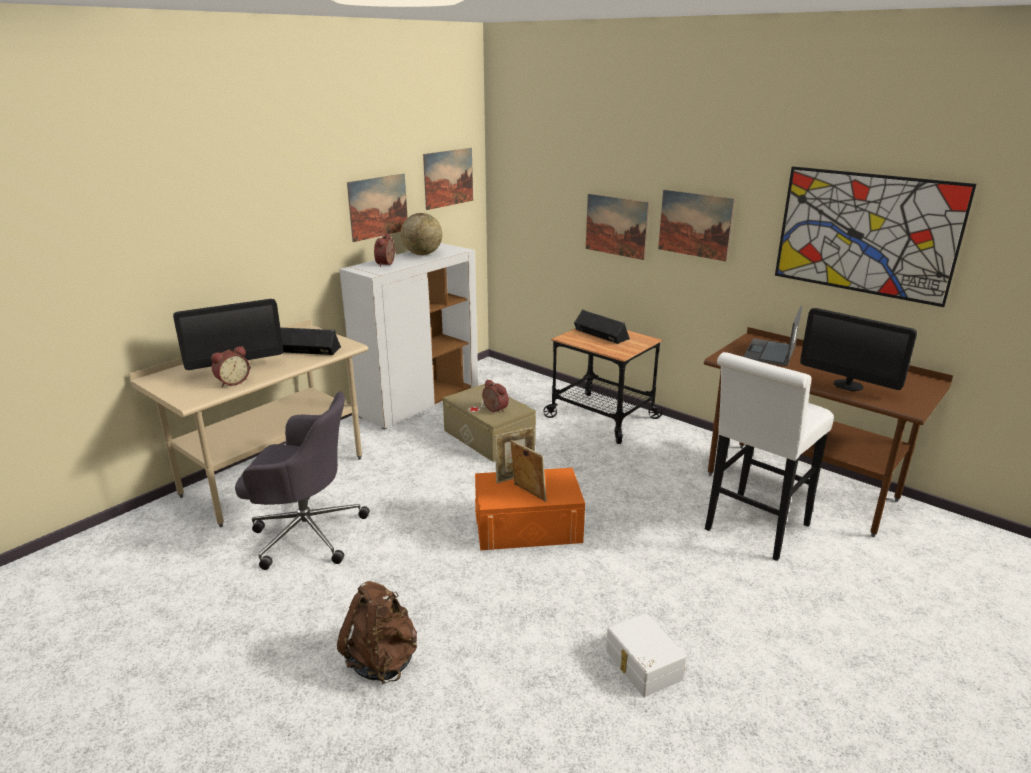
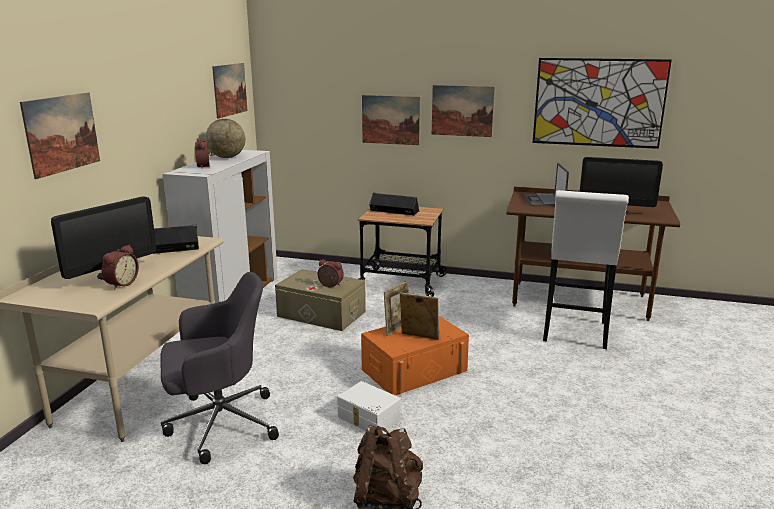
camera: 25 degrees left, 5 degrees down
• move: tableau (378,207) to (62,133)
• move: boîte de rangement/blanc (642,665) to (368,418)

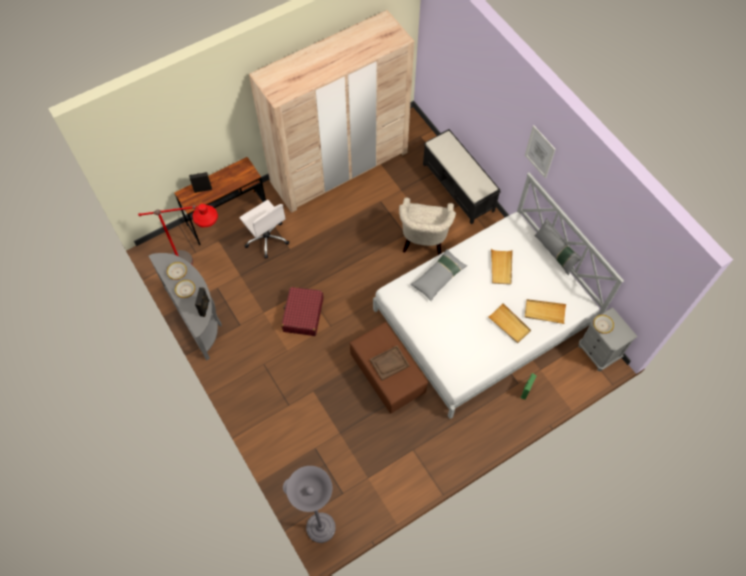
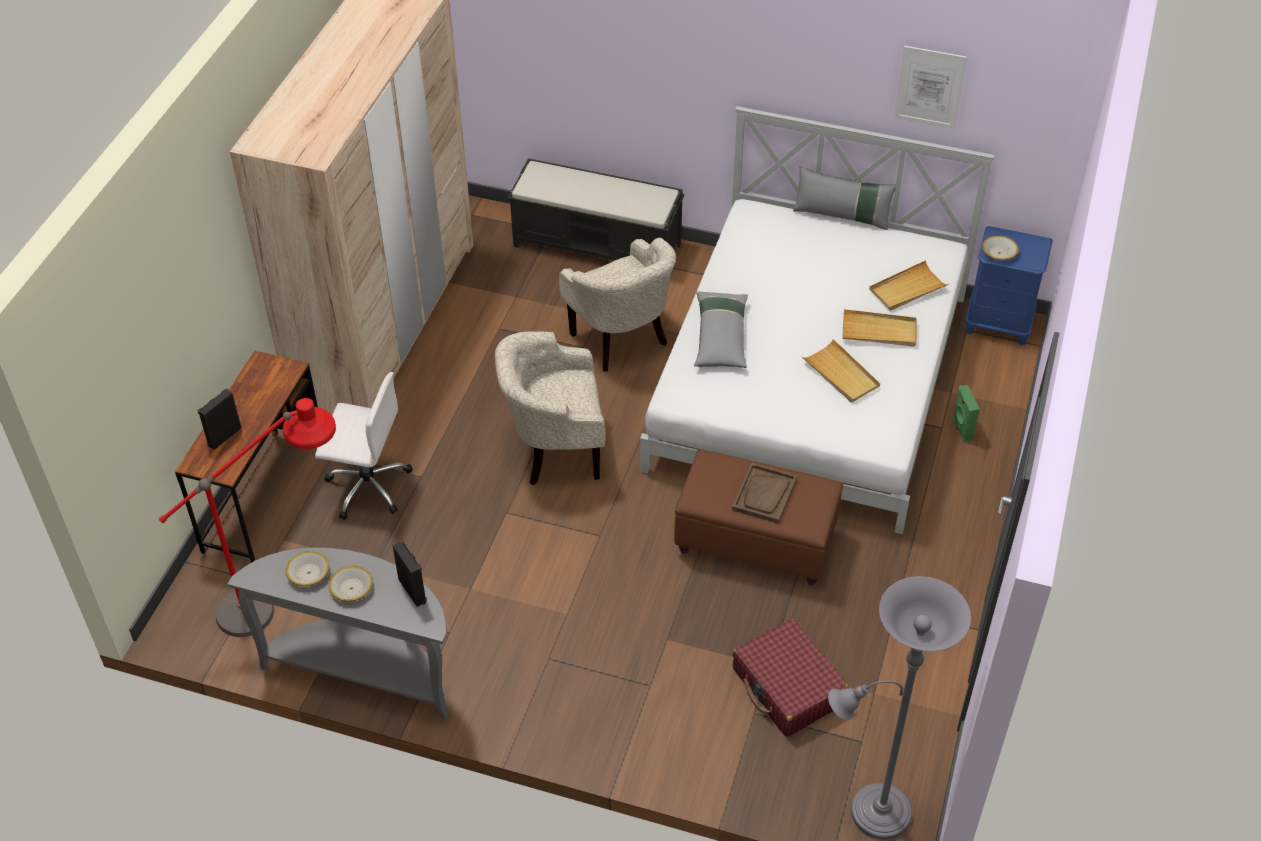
camera: 40 degrees left, 15 degrees down
• move: tableau (540,152) to (929,87)
• move: plateau/beige (501,267) to (841,374)
• move: valise/rouge (303,315) to (788,687)
• recolor: table de chevet/gris (598,352) to table de chevet/bleu (998,324)
• insert: fauteuil/beige (554,452)

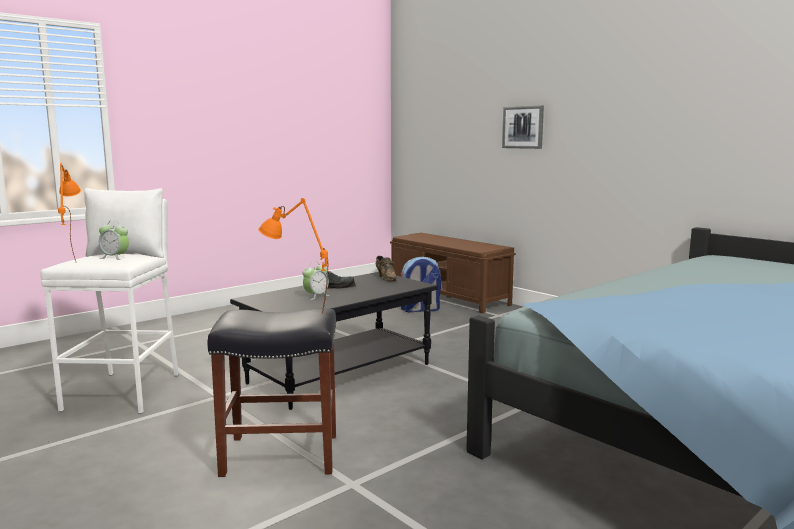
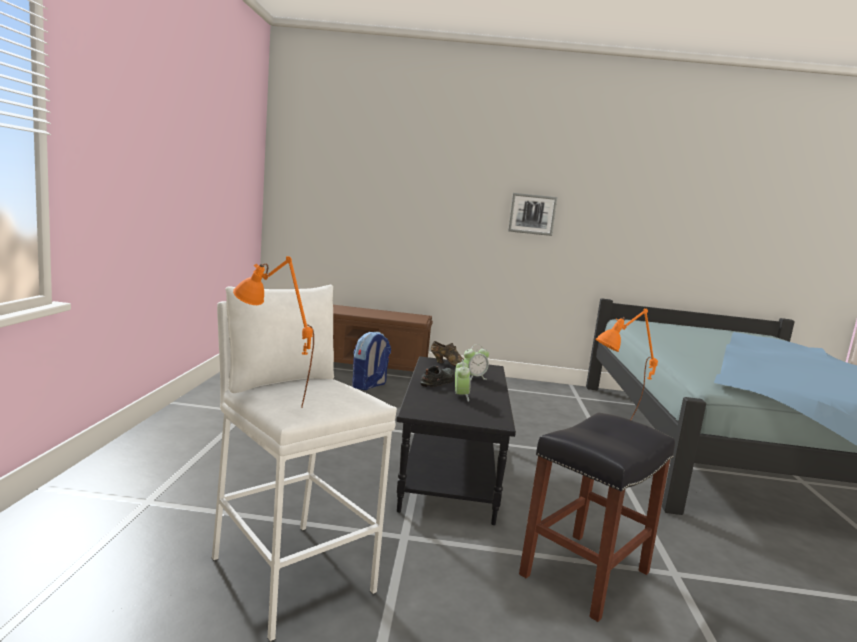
camera: 45 degrees left, 0 degrees up
• move: tableau (523,127) to (532,214)
• move: réveil (115,258) to (474,377)

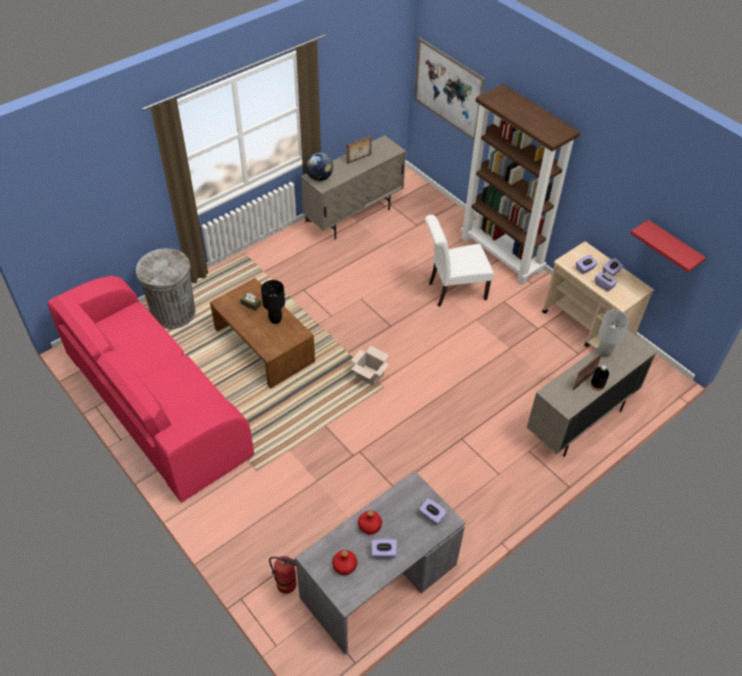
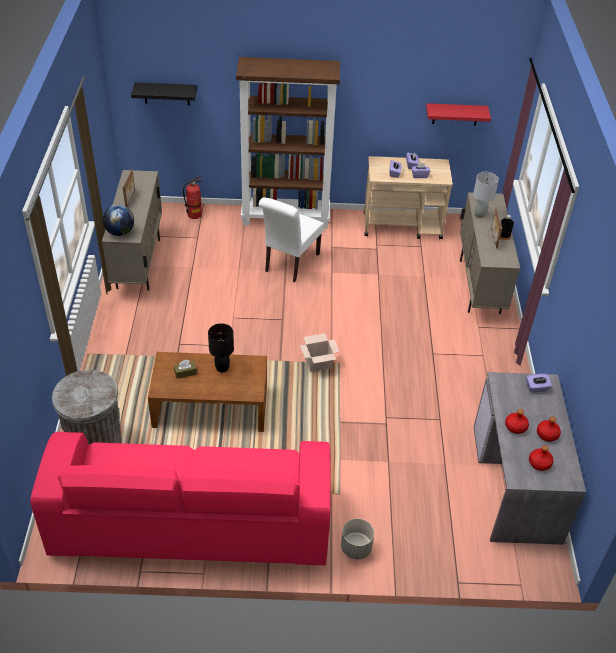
camera: 50 degrees left, 5 degrees down
• replace: tableau (448,89) to étagère/noir (166,93)
• replace: boîte à mouchoirs/violet (383,553) to bouteille/rouge (547,434)
• move: extincteur (287,584) to (194,215)
• insert: cache-pot/gris (356,548)

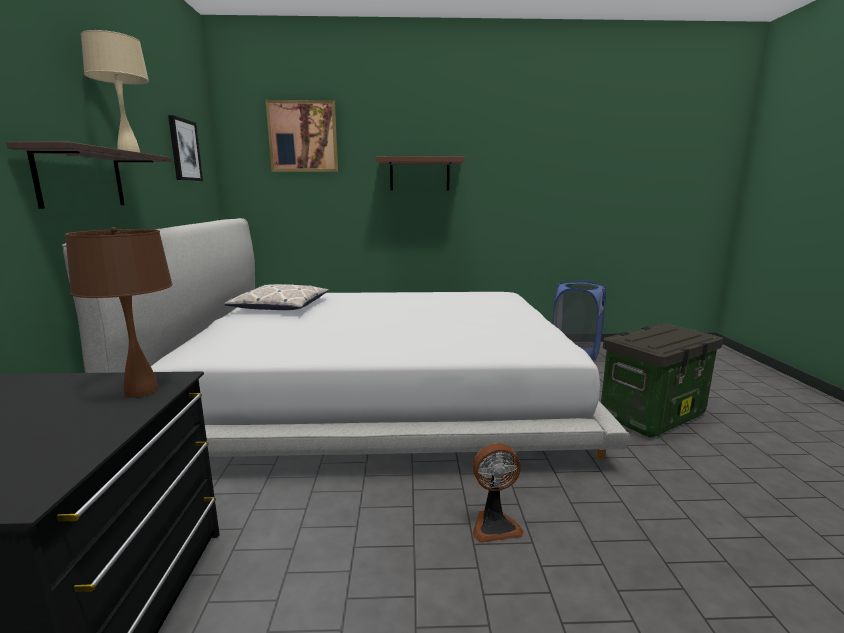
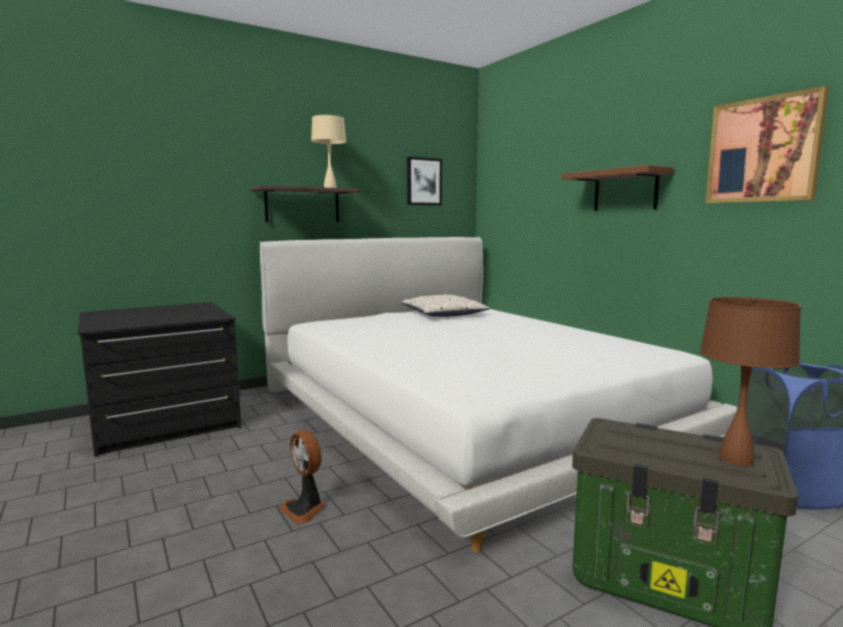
camera: 60 degrees right, 5 degrees down
• move: tableau (303,137) to (763,150)
• move: lampe de table/marron (141,391) to (735,459)

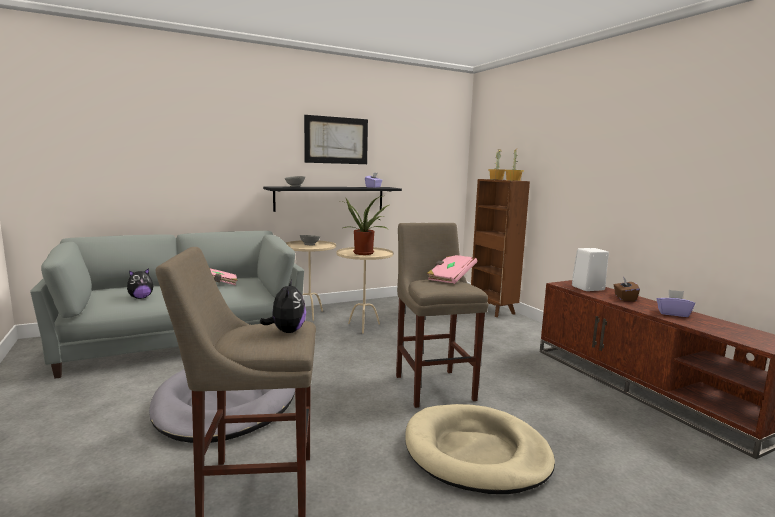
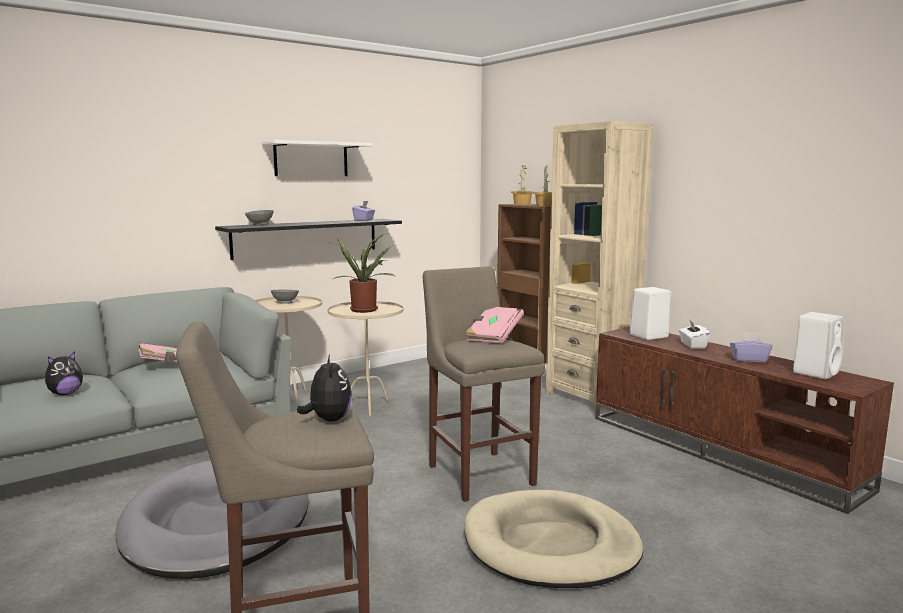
camera: 10 degrees left, 0 degrees up
• replace: tableau (336,140) to étagère/blanc (311,159)
• recolor: boîte à mouchoirs/marron (624,298) to boîte à mouchoirs/blanc (692,345)
• insert: bibliothèque/beige (590,395)
• insert: enceinte/blanc (815,372)

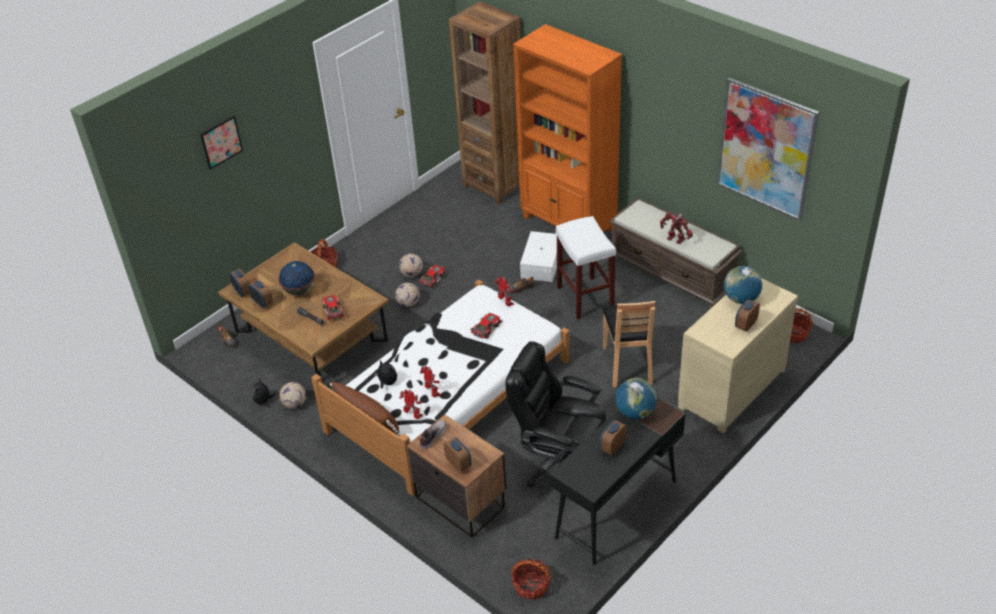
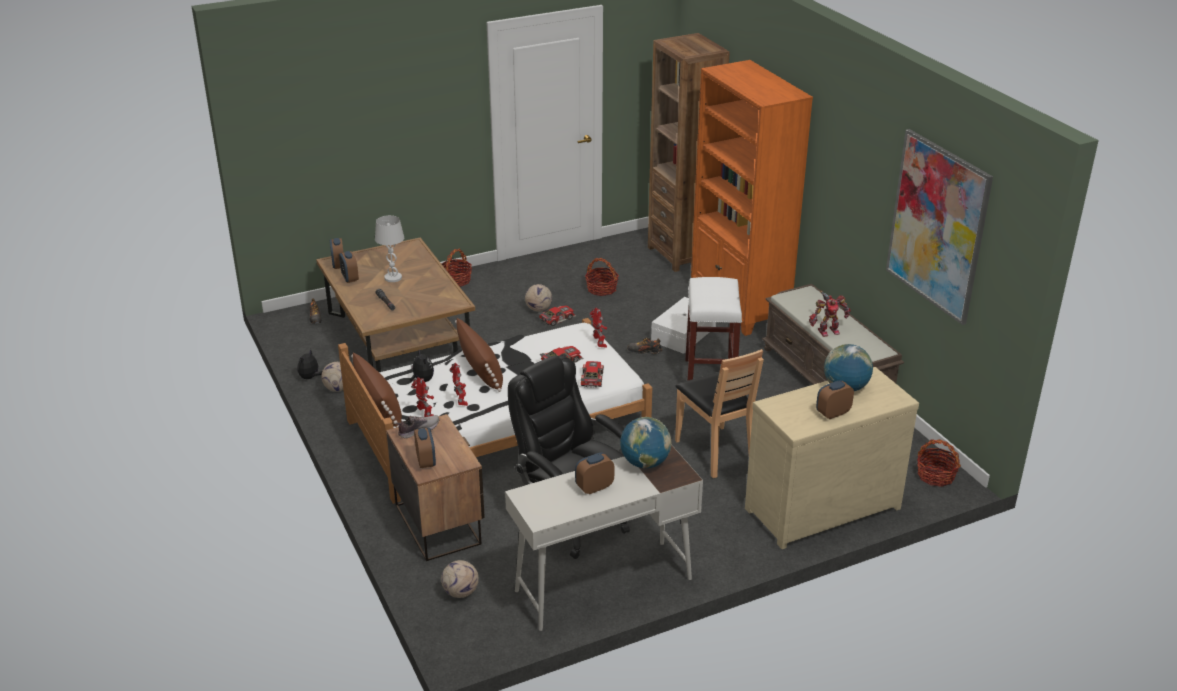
camera: 20 degrees right, 10 degrees down
• delete: tableau (221,142)
• rotate: robot jouet (675,239) = (827,331) 105 degrees clockwise
• replace: globe (299,291) to lampe de table/blanc (393,278)
• move: ballon de foot (408,303) to (461,592)
• move: petite voiture (332,311) to (591,378)
• rotate: chaise/marron (628,365) = (715,452) 45 degrees counterclockwise
• recolor: bureau/noir (616,509) to bureau/blanc (603,585)
• move: panier (531,585) to (601,289)
• insert: coussin/marron (480,369)

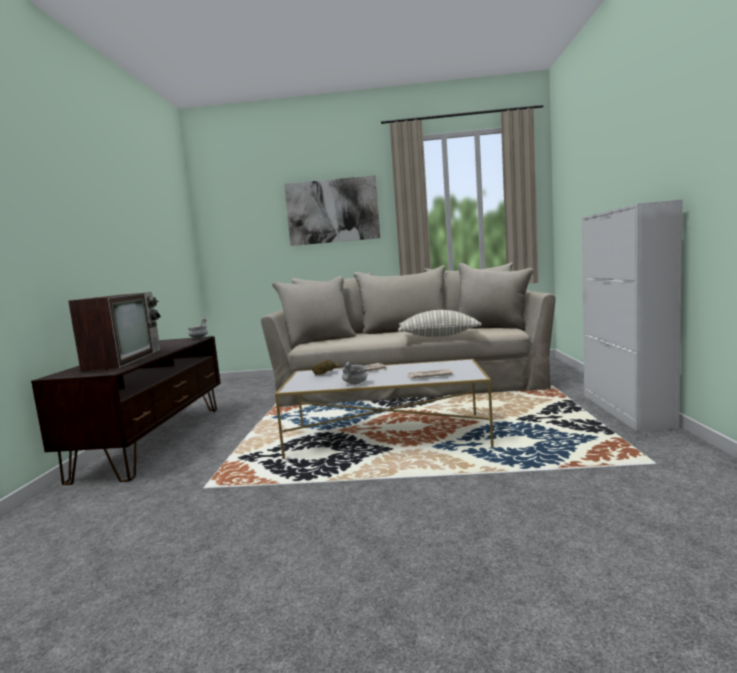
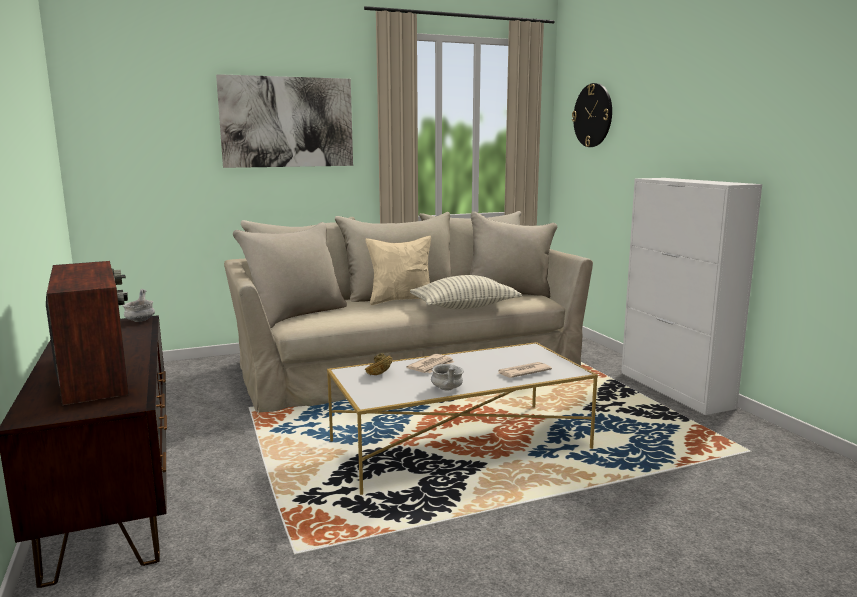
camera: 25 degrees left, 5 degrees up
• insert: horloge murale (593,115)
• insert: coussin/beige (401,301)

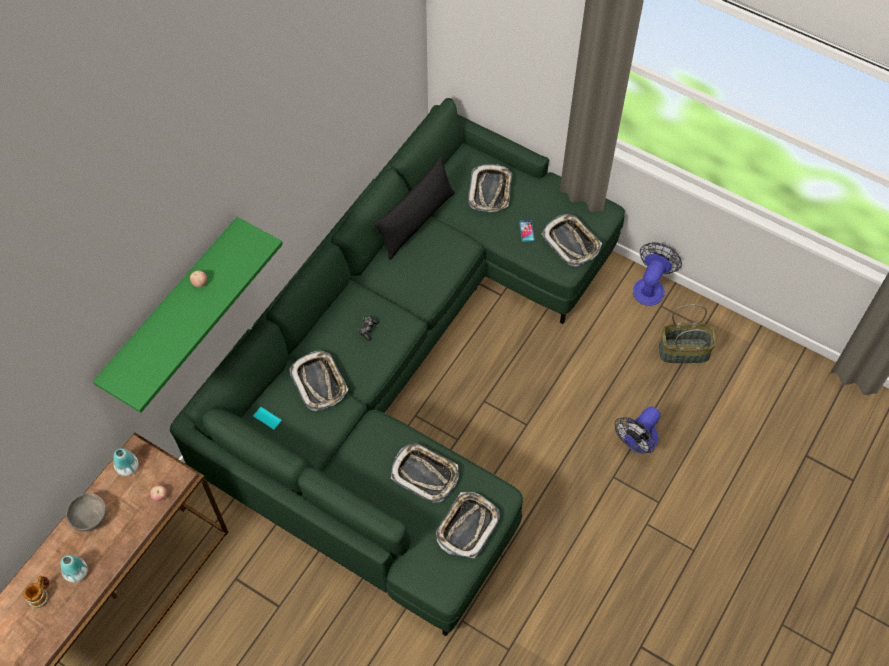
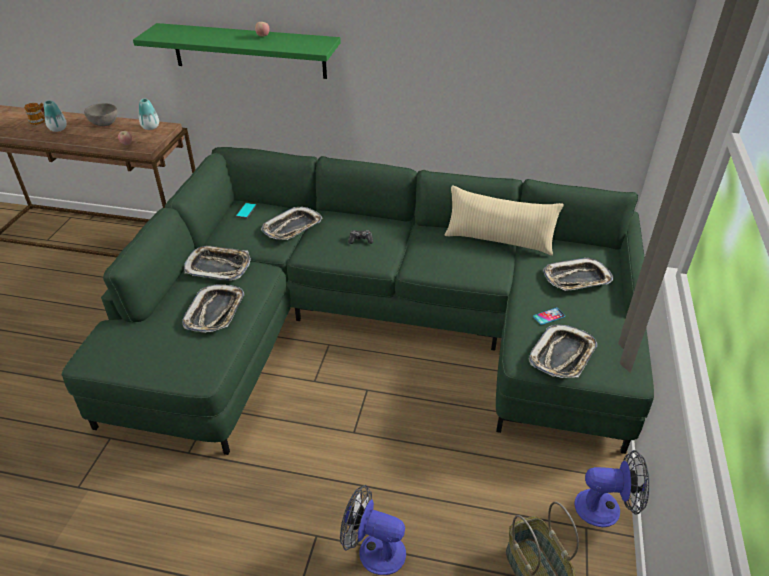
camera: 70 degrees right, 20 degrees down
• recolor: coussin/noir (416,222) to coussin/beige (499,241)
• move: plateau (467,526) to (218,267)

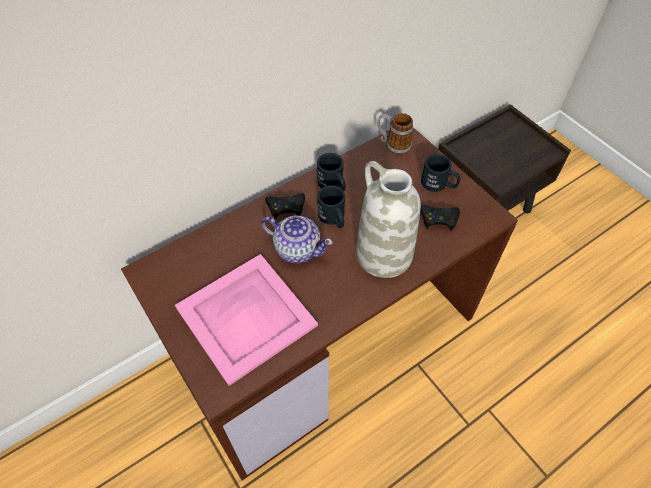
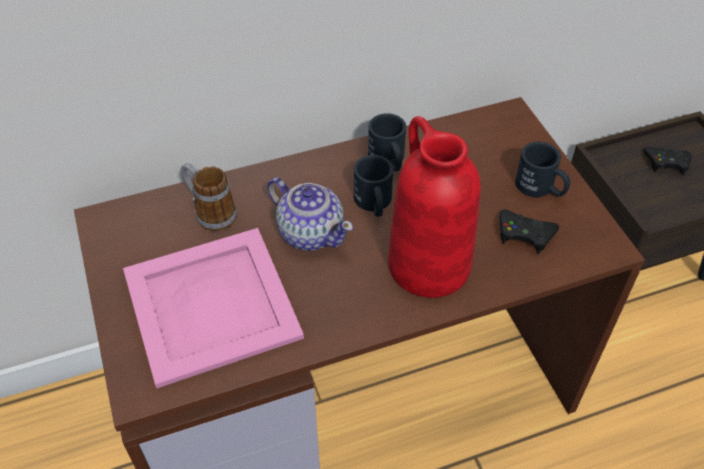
camera: 15 degrees right, 5 degrees down
• move: mug (393,145) to (210,213)
• recolor: vase/blanc (383,254) to vase/rouge (427,264)
• move: manette/noir (286,207) to (666,162)

